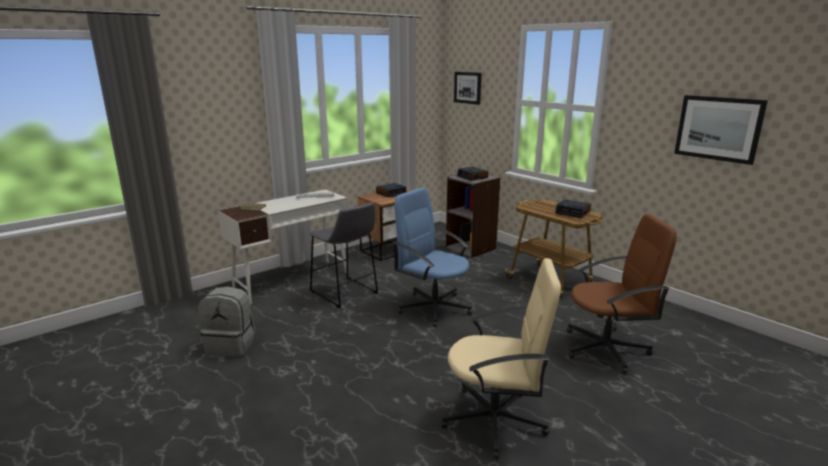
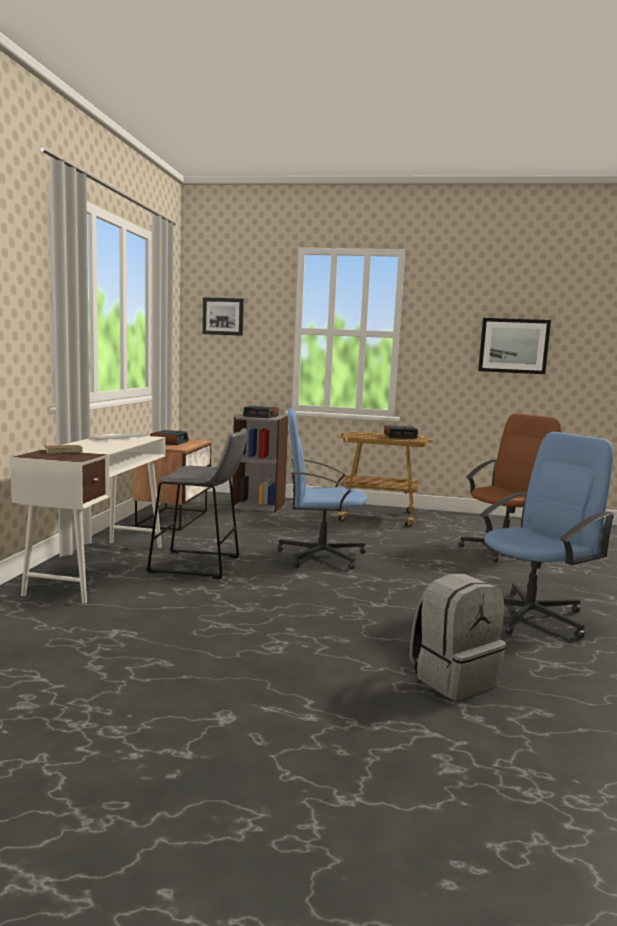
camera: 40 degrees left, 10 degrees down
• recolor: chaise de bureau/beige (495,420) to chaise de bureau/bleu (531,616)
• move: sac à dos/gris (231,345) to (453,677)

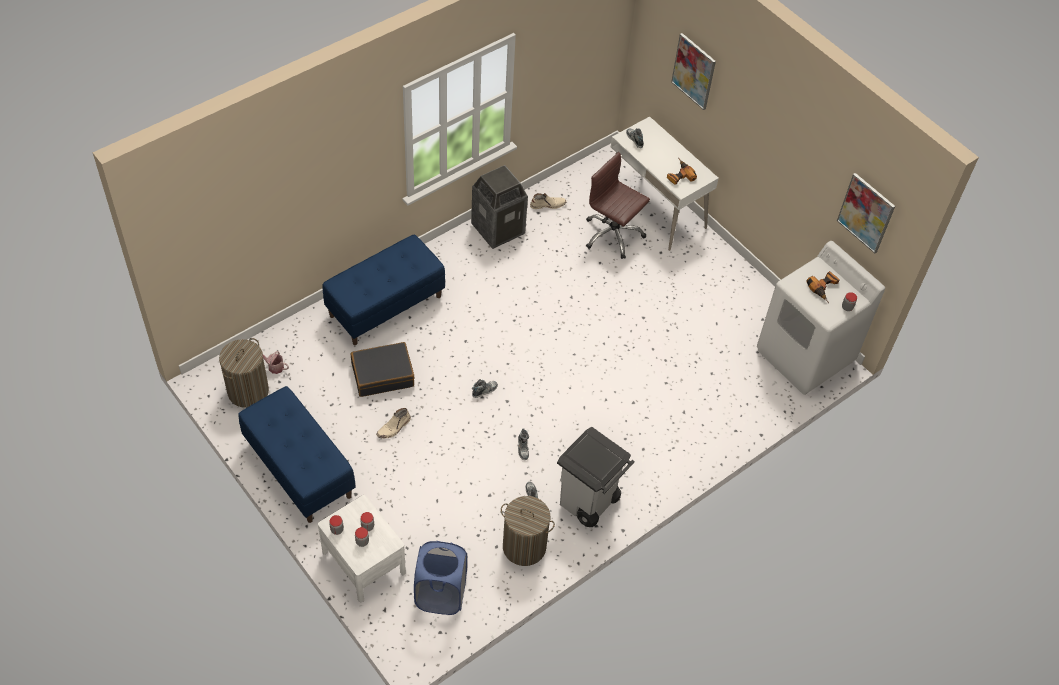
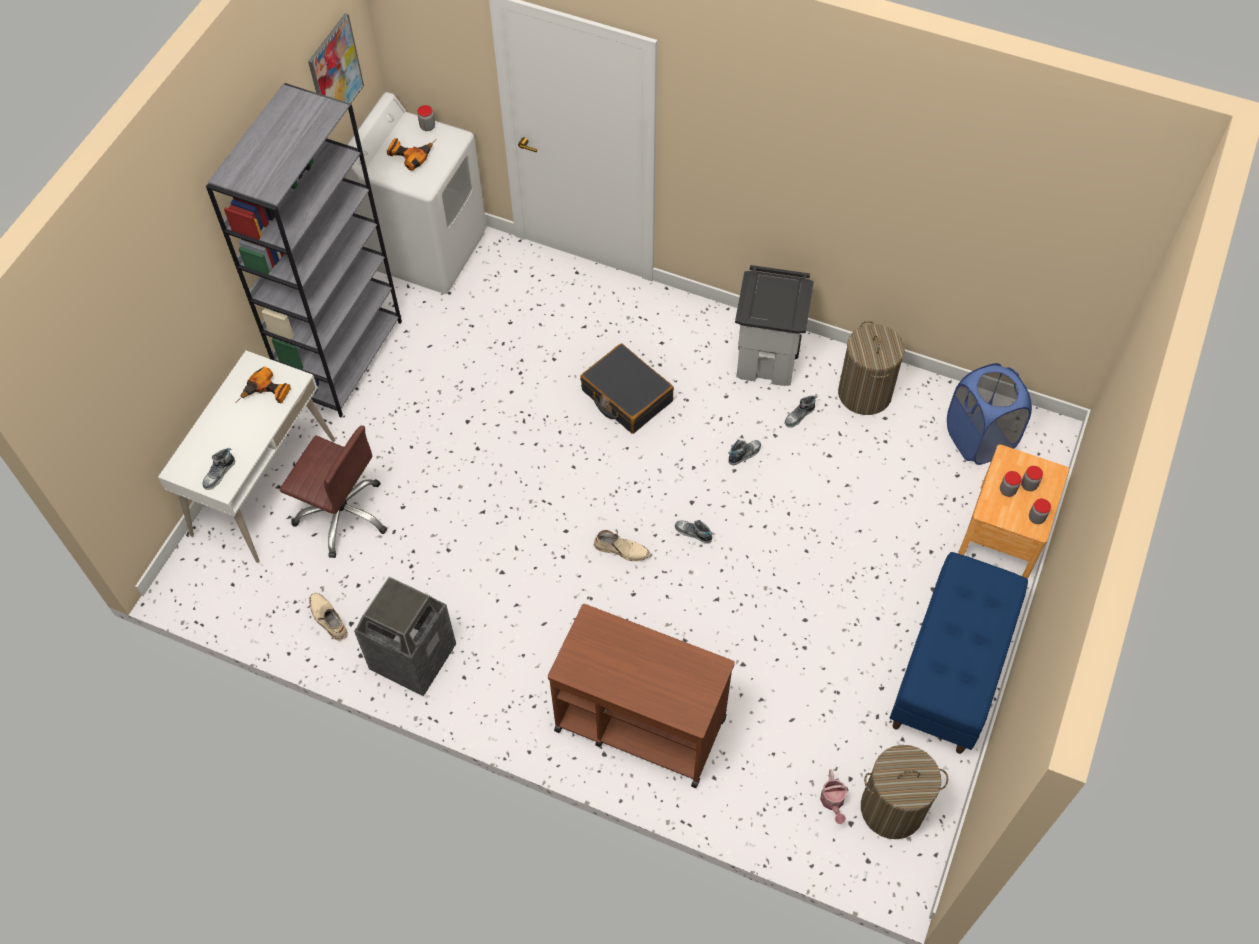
camera: 115 degrees left, 5 degrees up
• delete: tableau (694,71)
• rotate: chaise de bureau/marron (612,235) = (343,514) 75 degrees counterclockwise
• replace: banc/bleu (385,305) to chariot/marron (639,723)
• move: valise/noir (382,374) to (626,396)
• move: botte/beige (394,427) to (622,549)
• recolor: table de chevet/blanc (363,562) to table de chevet/marron (1004,531)
• insert: bibliothèque/gris (343,357)

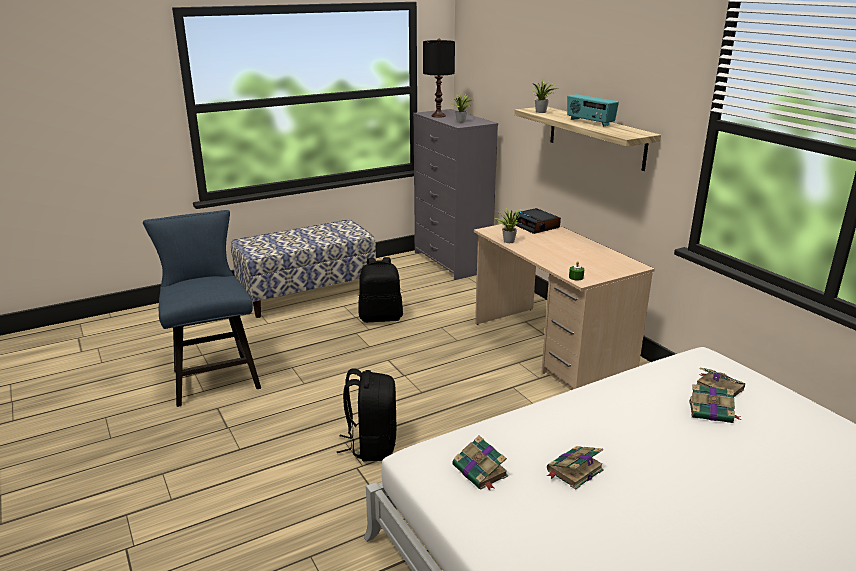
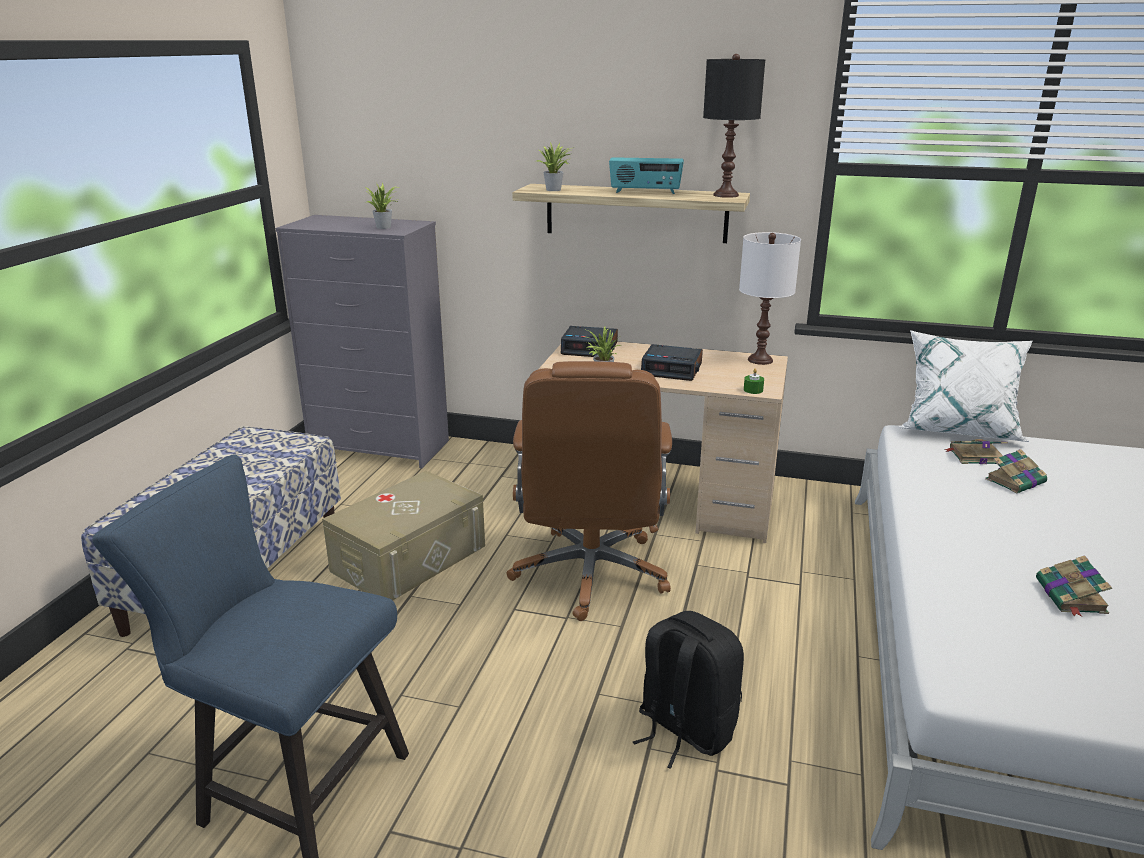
camera: 45 degrees left, 0 degrees up
• move: lampe de table/noir (438,116) to (726,195)
• replace: sac à dos/noir (381,317) to boîte de rangement/beige (409,558)
• delete: livre (480,472)
• insert: lampe de table/blanc (760,360)
• insert: coussin/blanc (958,428)
• insert: réveil (672,369)
• insert: chaise de bureau/marron (590,574)

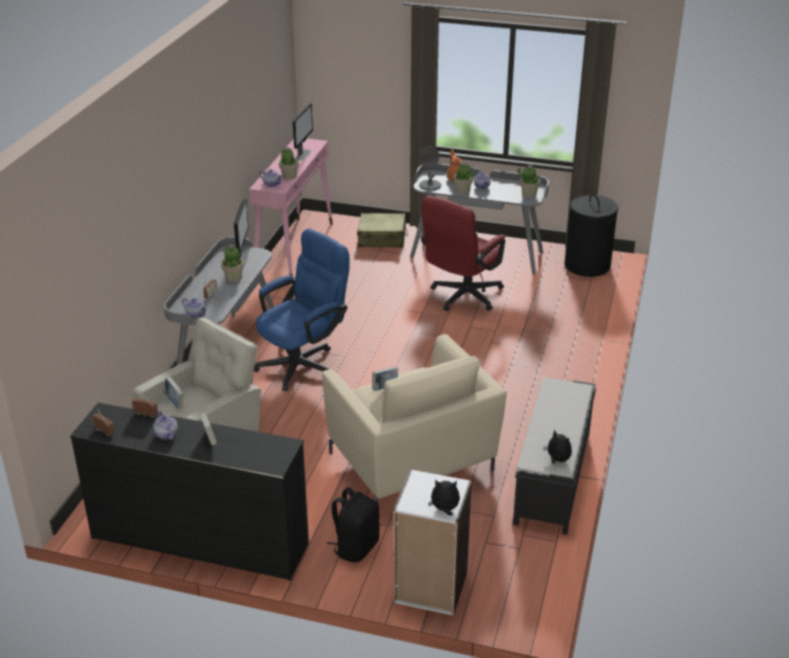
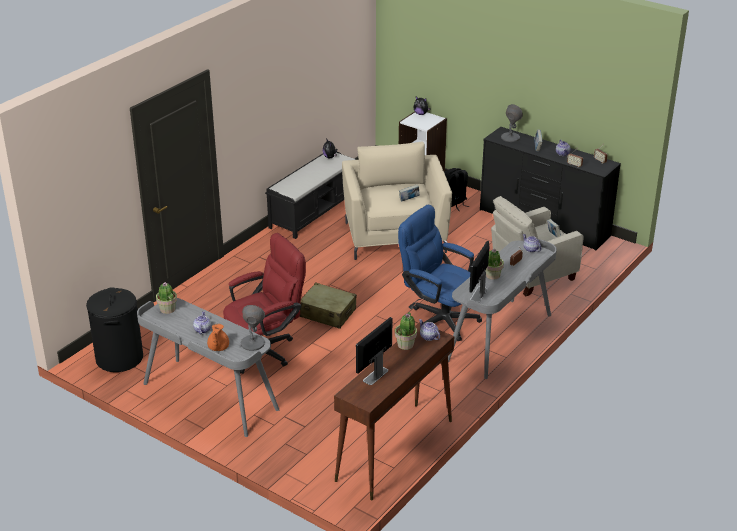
camera: 160 degrees left, 0 degrees up
• recolor: table console/rose (295,249) to table console/marron (394,450)
• delete: plante en pot (462,191)
• move: valise/beige (382,238) to (327,313)
• rotate: chaise de bureau/bleu (304,363) = (438,318) 60 degrees clockwise
• insert: lampe de table/gris (510,137)

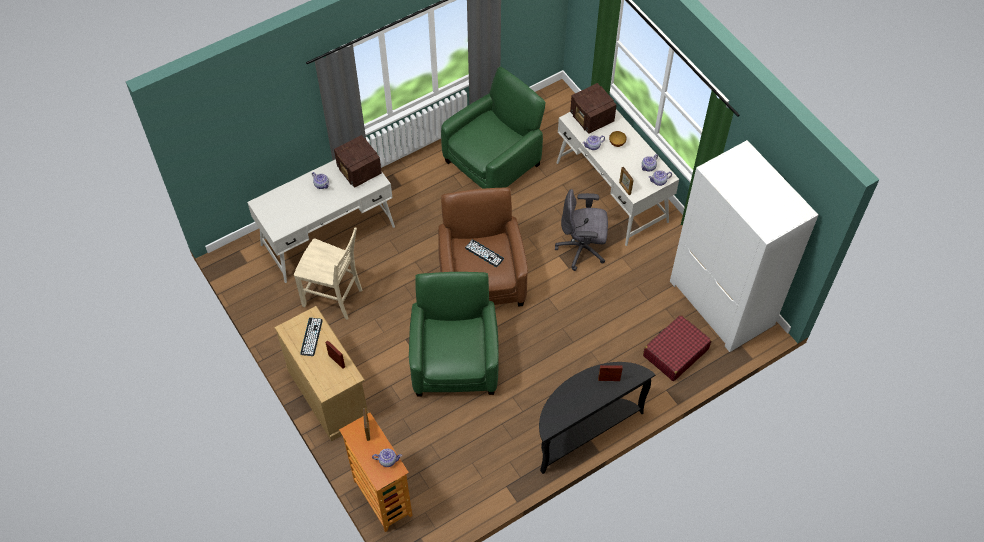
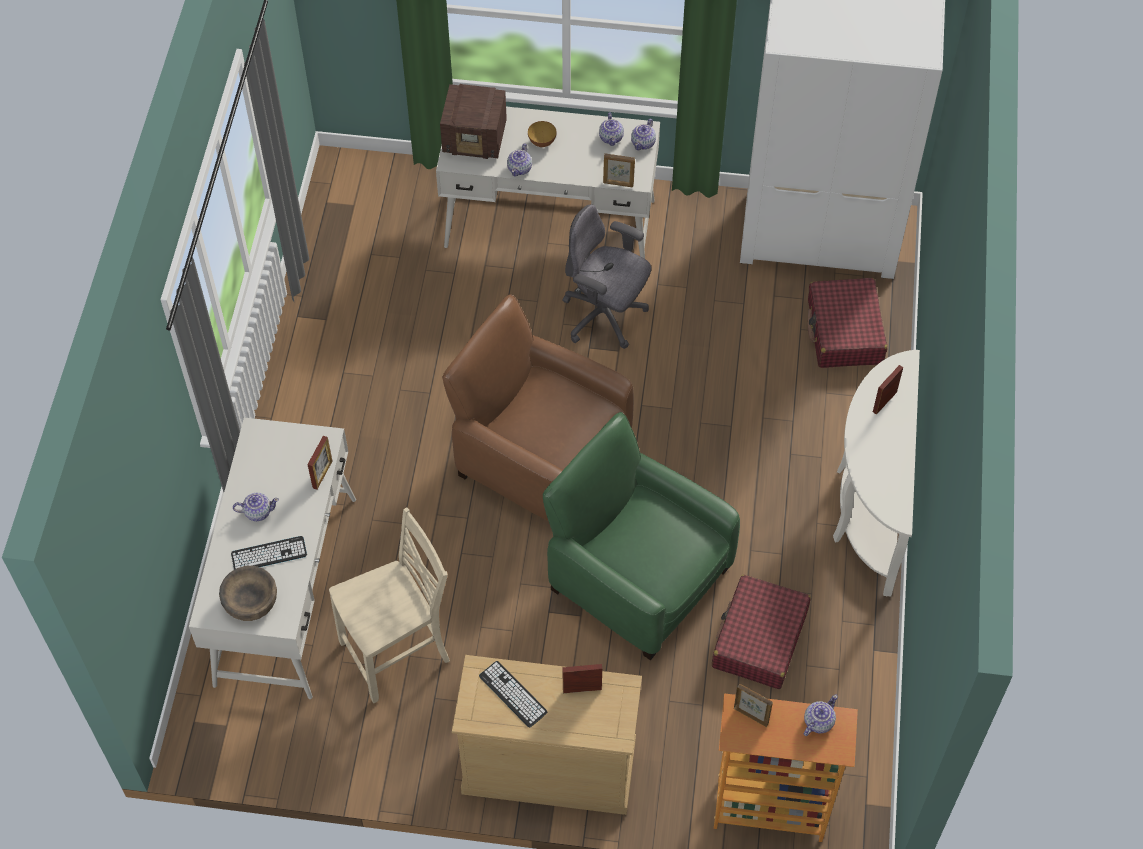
camera: 50 degrees left, 0 degrees up
• delete: fauteuil/vert (493,162)
• delete: radio (359,171)
• rotate: chaise de bureau/gris (582,249) = (605,317) 75 degrees clockwise
• move: clavier (484,253) to (269,554)
• recolor: table console/noir (584,430) to table console/blanc (867,506)
• insert: cadre photo (322,474)
• insert: bol/marron (250,601)
• insert: valise/rouge (759,639)

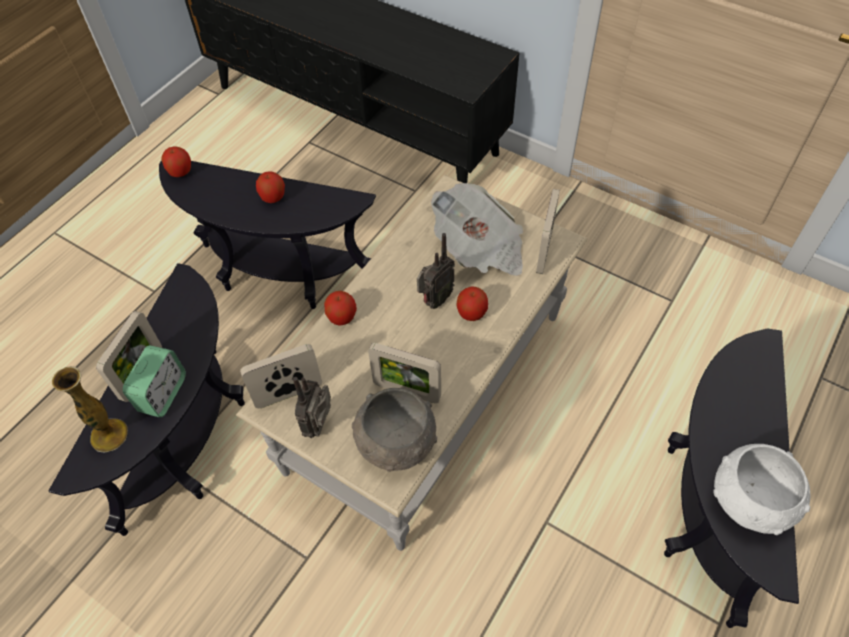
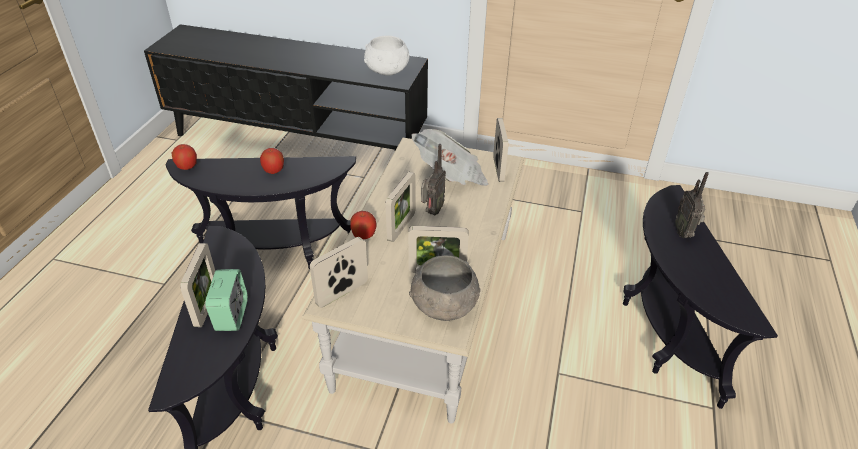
camera: 20 degrees left, 15 degrees down
• delete: pomme (472,313)
• delete: vase (109,435)
• move: radio (320,424) to (684,233)
• move: bol/blanc (750,501) to (387,71)
• insert: cadre photo (401,227)

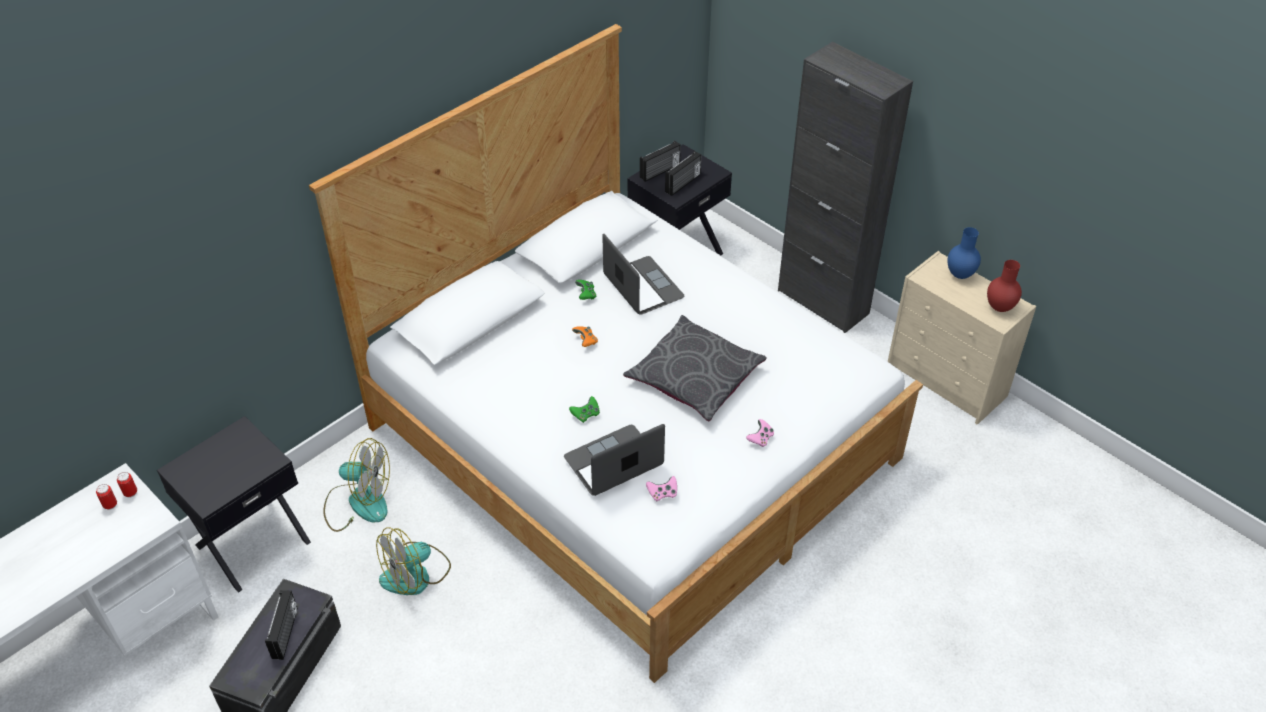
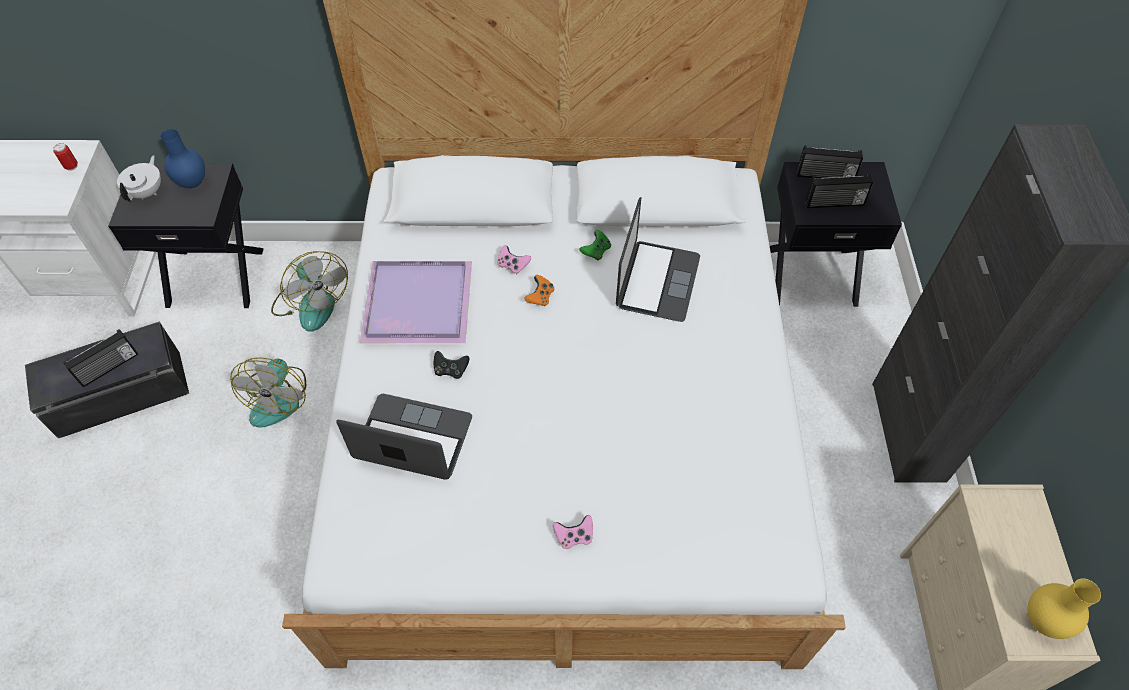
camera: 45 degrees right, 10 degrees up
• move: vase/bleu (959,274) to (193,182)
• recolor: vase/rouge (999,307) to vase/jaune (1042,619)
• delete: coussin/gris (694,377)
• recolor: manette/vert (585,415) to manette/noir (450,370)
• move: manette/rose (662,494) to (512,265)
• delete: boîte métallique (110,505)
• rotate: ventilateur (416,574) = (279,397) 90 degrees counterclockwise
• insert: théière/blanc (147,192)
• insert: plateau/violet (416,305)

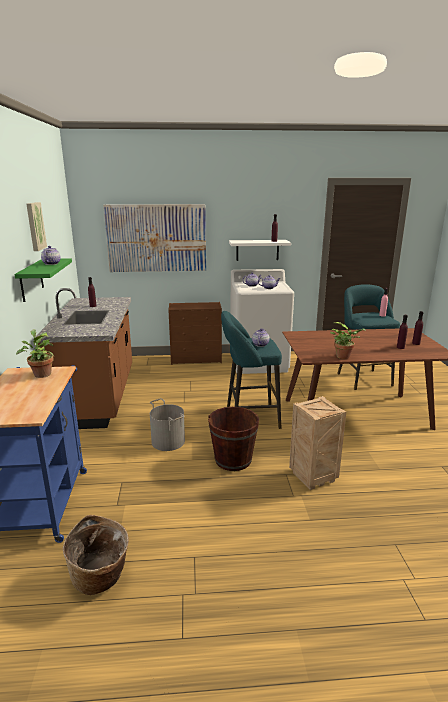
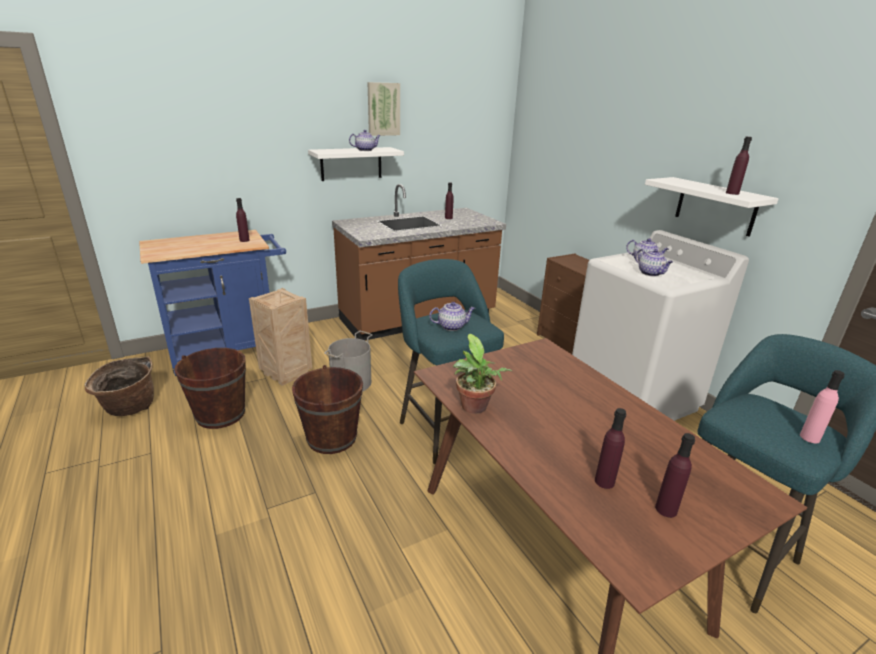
camera: 65 degrees right, 5 degrees up
• delete: tableau (156,238)
• recolor: étagère/vert (31,280) to étagère/blanc (351,163)
• replace: plante en pot (41,374) to bouteille/violet (244,240)
• move: caisse (312,477) to (285,373)
• insert: seau/marron (220,414)

